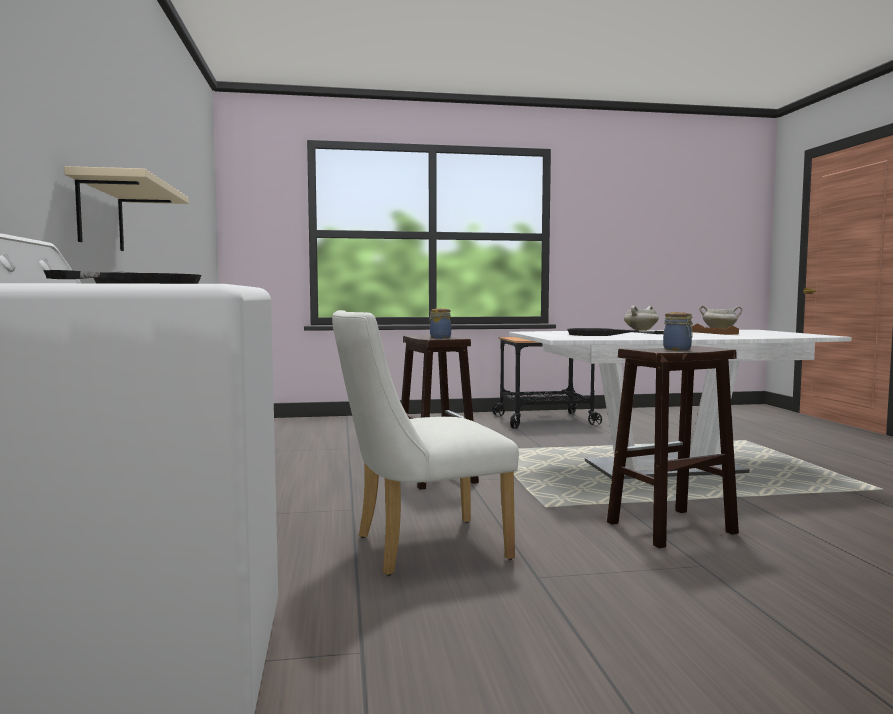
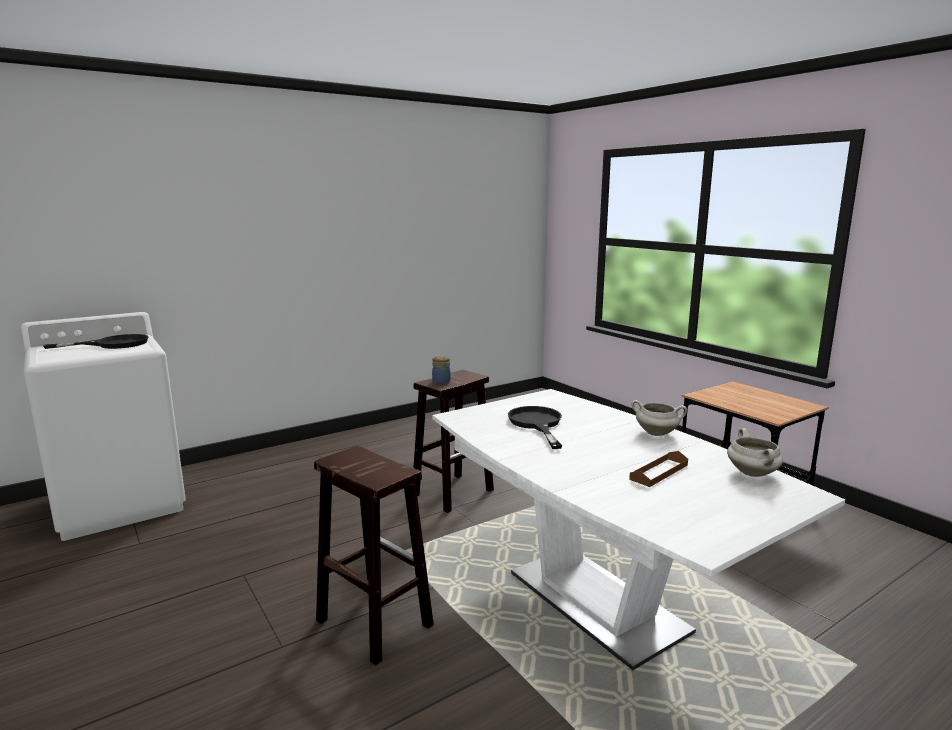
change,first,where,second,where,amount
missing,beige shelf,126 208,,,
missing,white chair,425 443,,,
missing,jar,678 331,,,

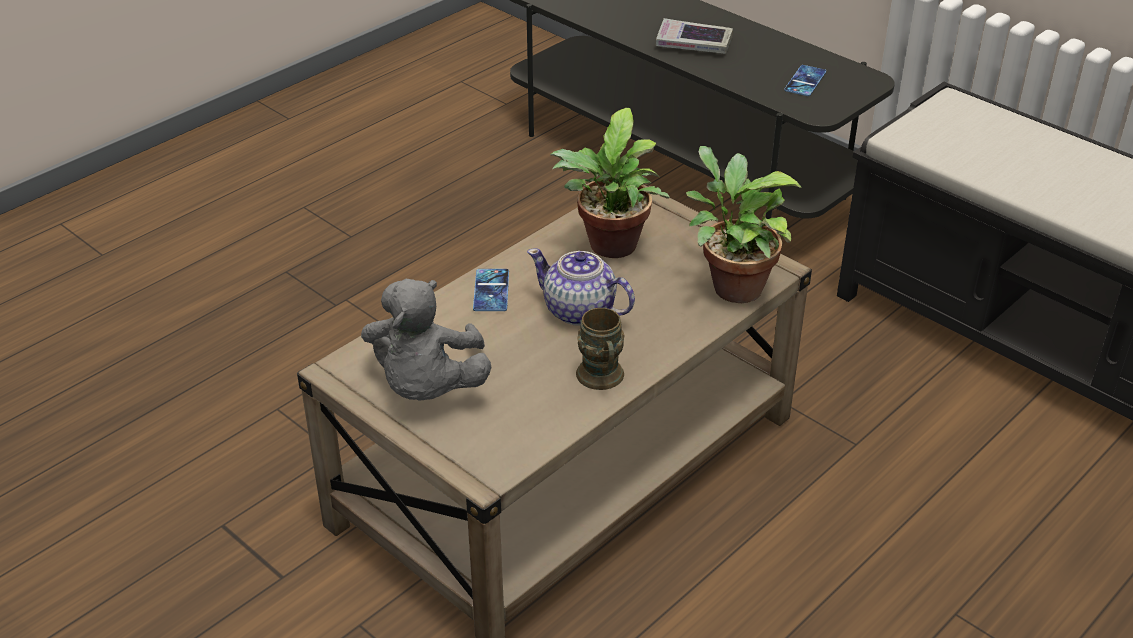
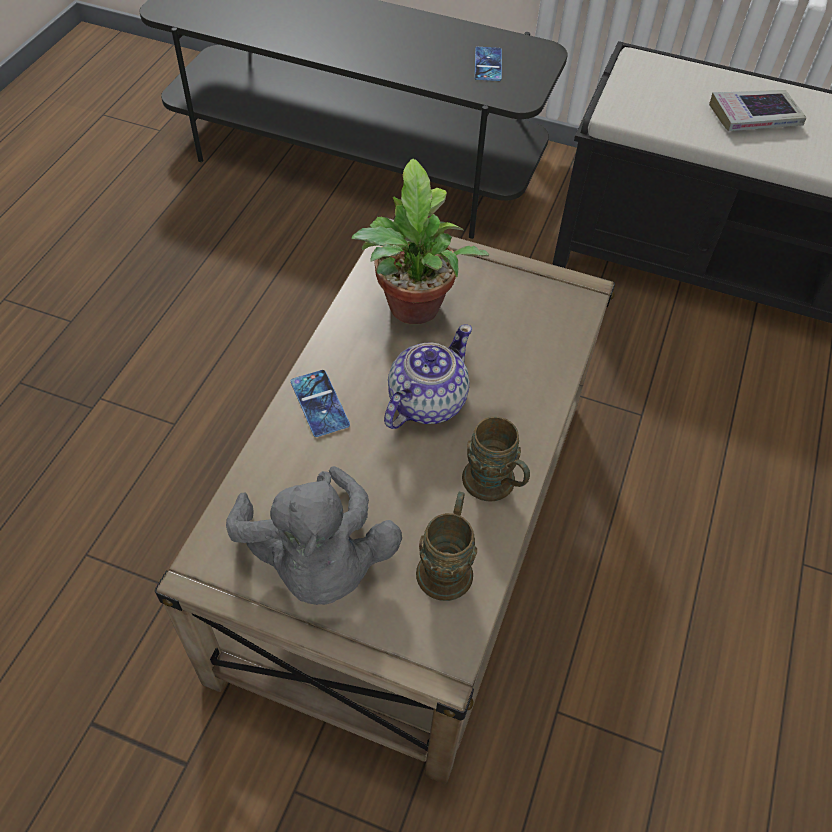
change,first,where,second,where,amount
relocated,book,694 36,,757 110,
missing,potted plant,744 224,,,
spun,teapot,581 287,,428 376,120 degrees clockwise
appeared,,,brown mug,446 546,

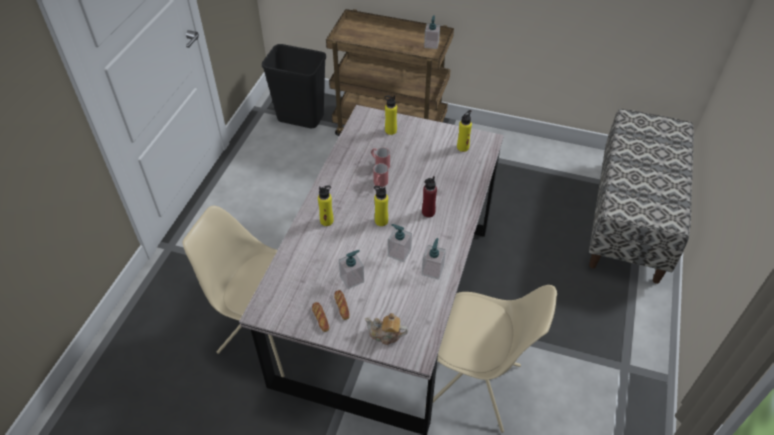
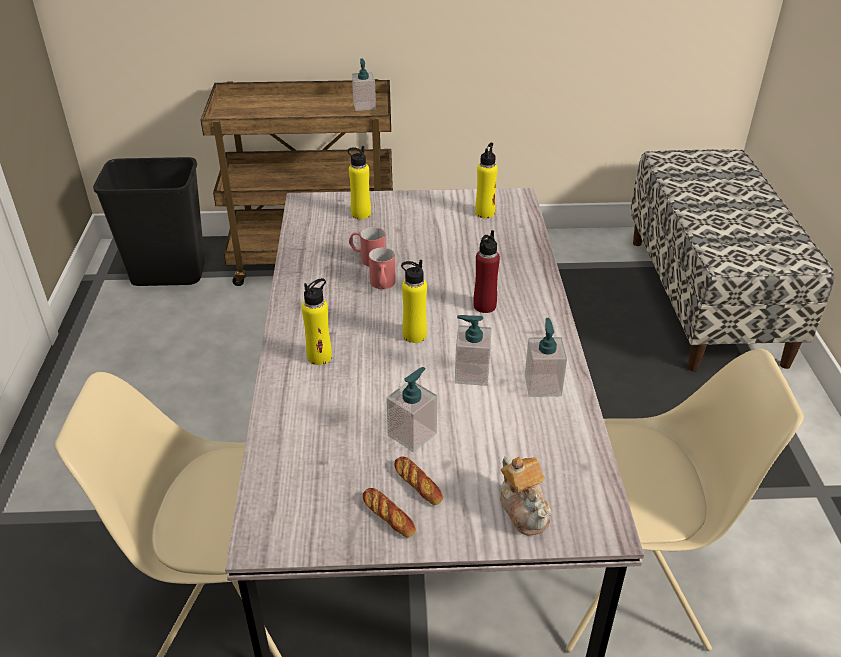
change,first,where,second,where,amount
spun,teapot,386 329,,526 495,105 degrees counterclockwise

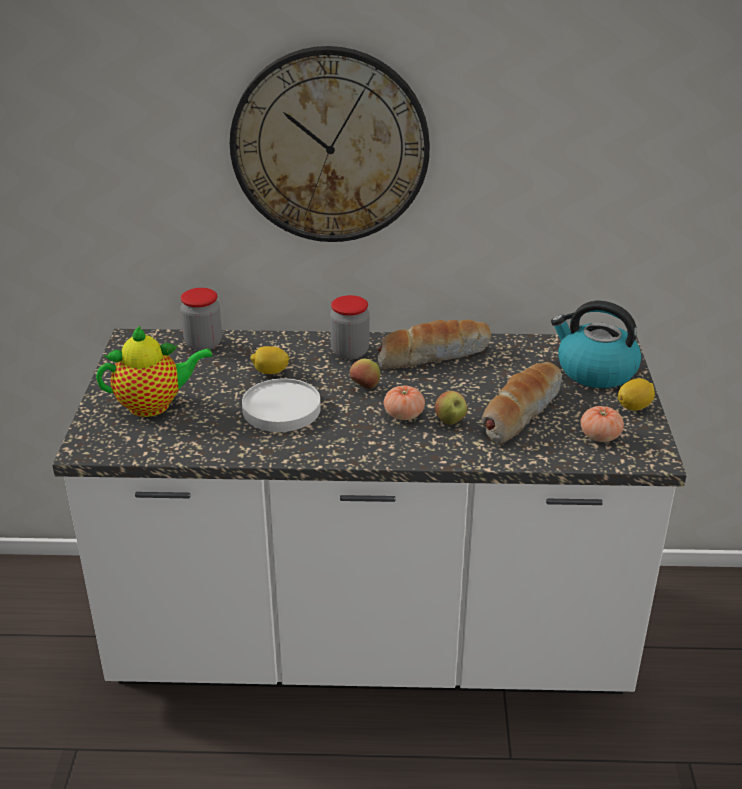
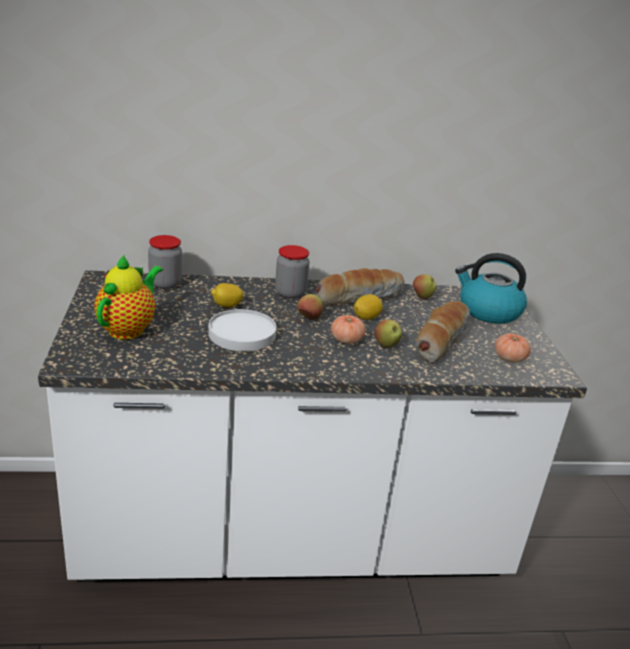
change,first,where,second,where,amount
missing,wall clock,330 144,,,
spun,teapot,154 371,,128 297,45 degrees counterclockwise
relocated,lemon,636 394,,368 307,
appeared,,,apple,424 286,

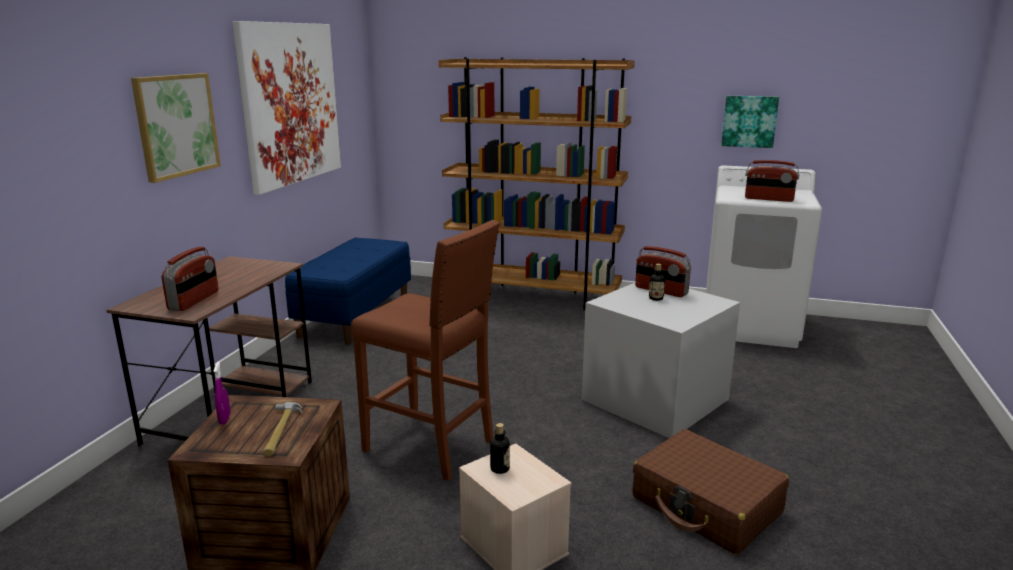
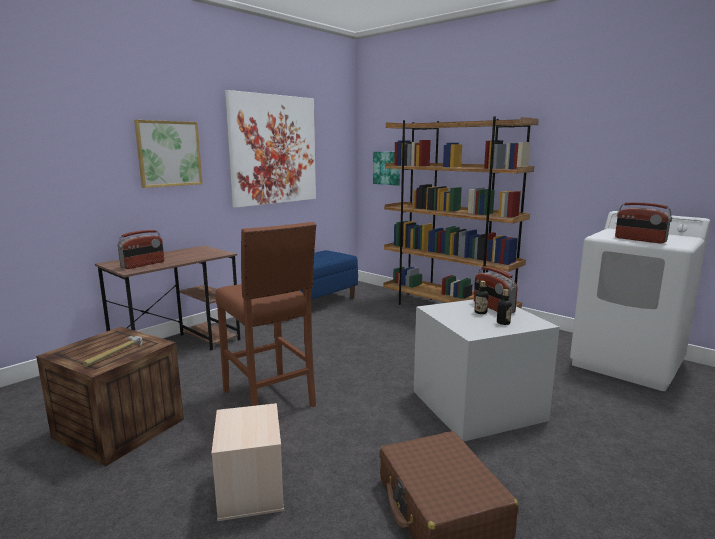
change,first,where,second,where,amount
relocated,picture,750 122,,386 169,
missing,purple spray bottle,221 392,,,
relocated,bottle,500 448,,504 307,

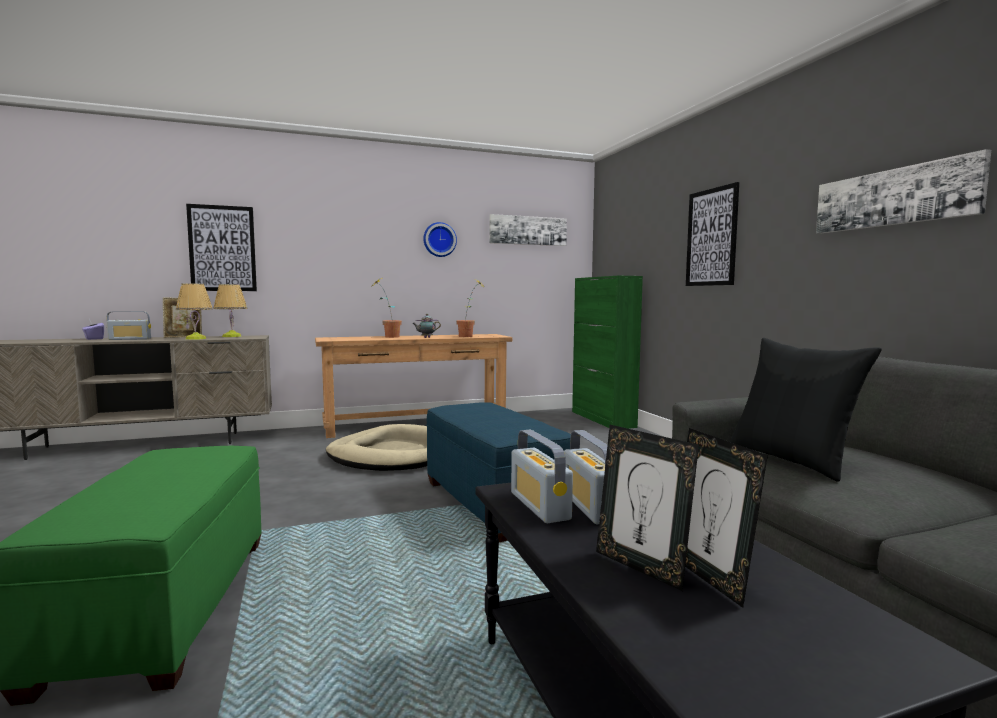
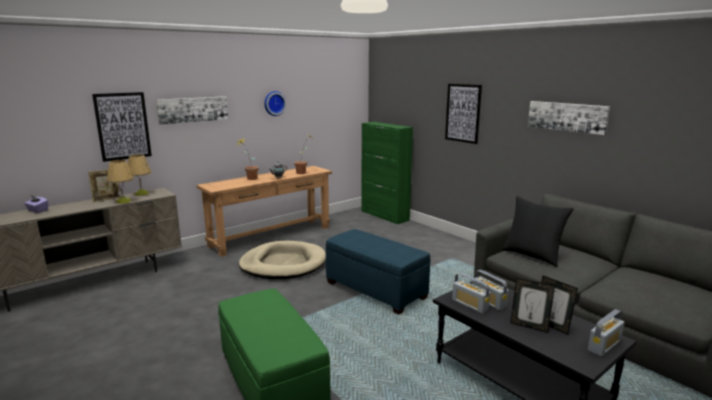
change,first,where,second,where,amount
relocated,picture,528 230,,192 110,
relocated,radio,129 325,,606 333,

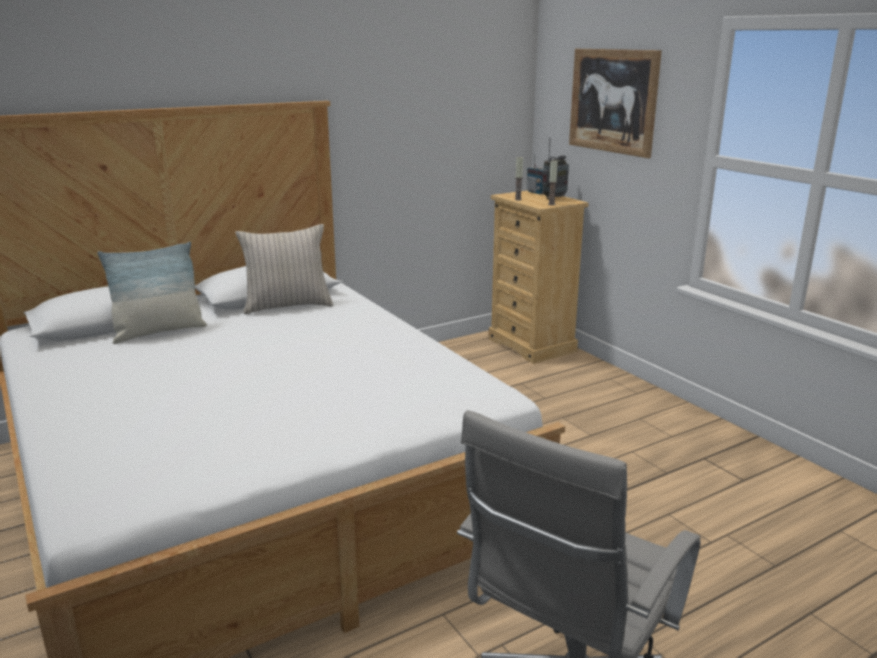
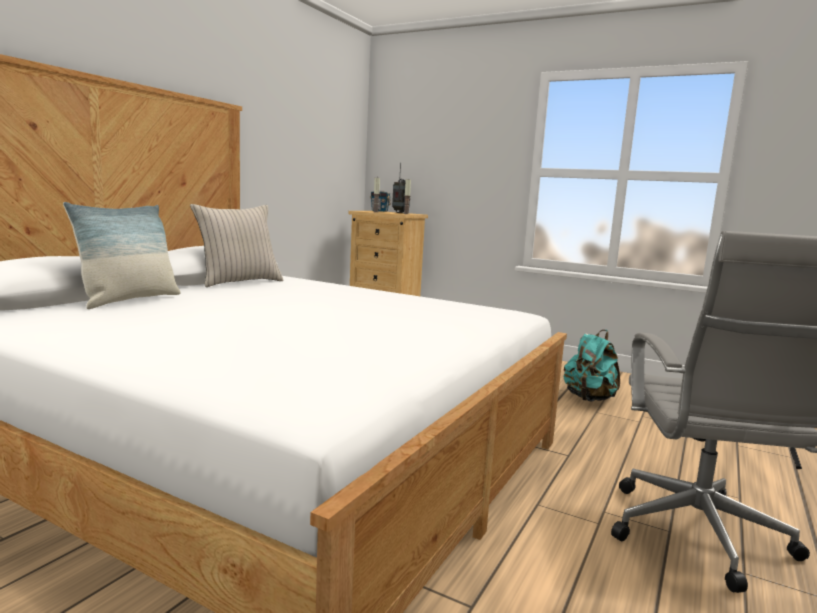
change,first,where,second,where,amount
missing,picture,615 103,,,
appeared,,,turquoise backpack,592 366,

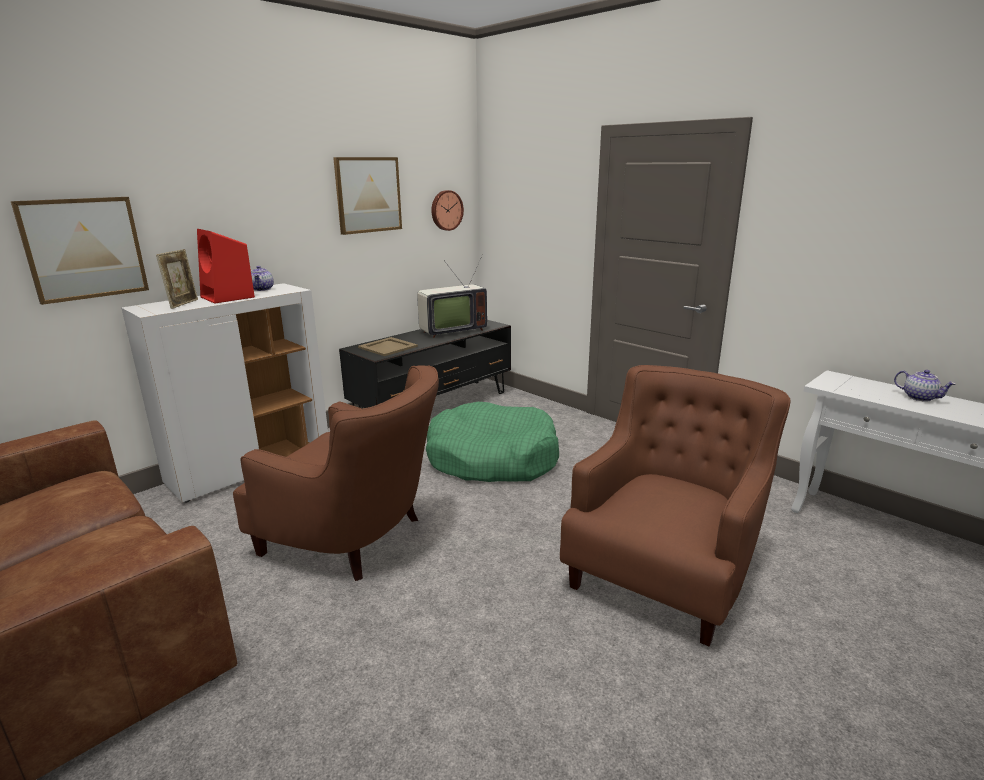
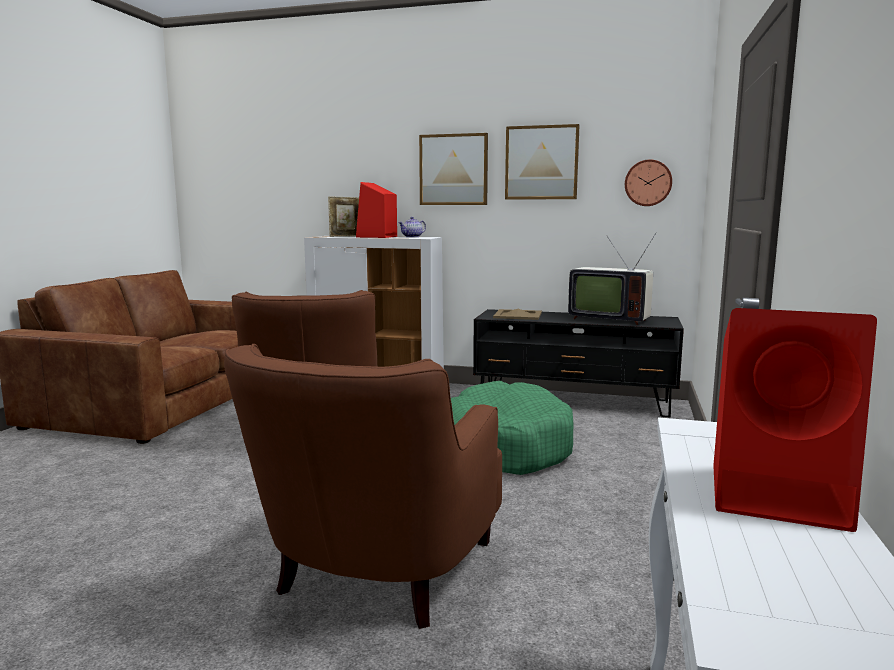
change,first,where,second,where,amount
relocated,picture,80 251,,453 169,
spun,brown armchair,675 505,,363 486,105 degrees clockwise
exchanged,teapot,925 386,red speaker,795 420,

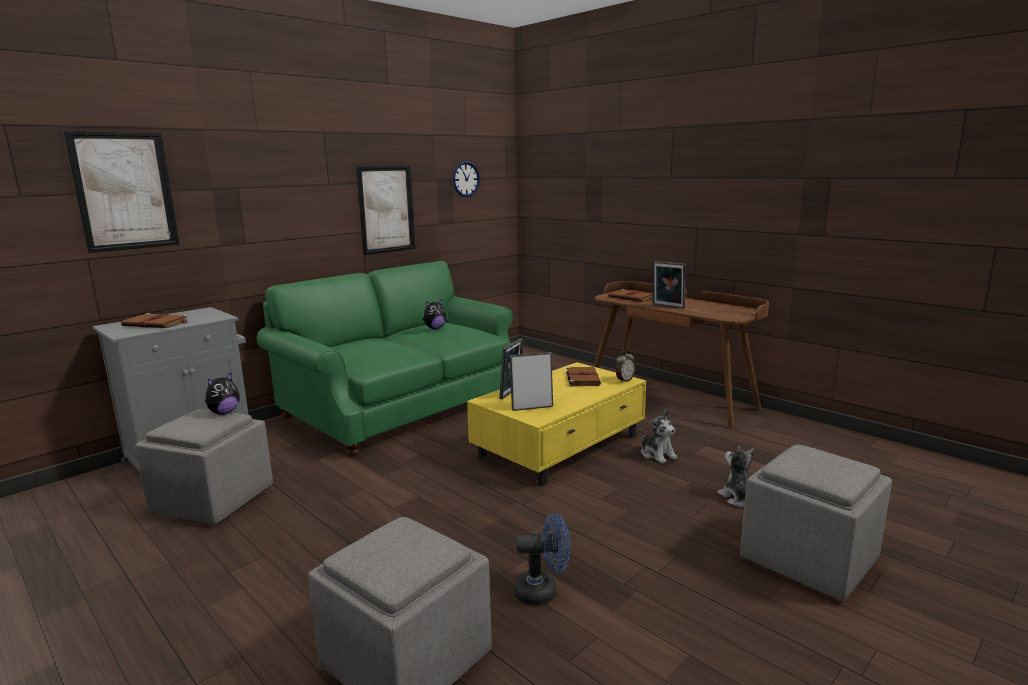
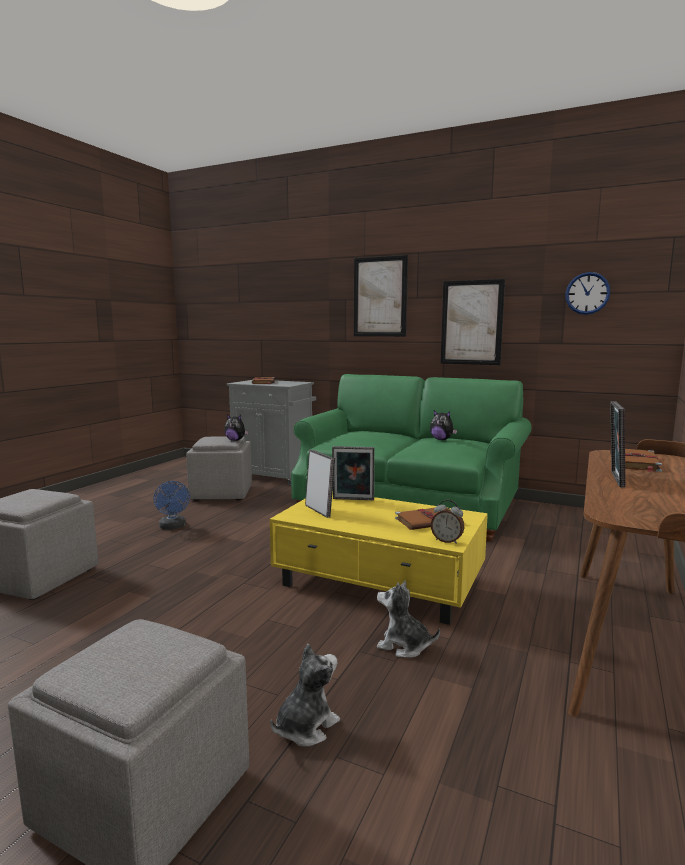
change,first,where,second,where,amount
relocated,picture,121 192,,381 295,
spun,plush toy,659 437,,408 619,75 degrees clockwise
relocated,blue fan,542 559,,172 505,

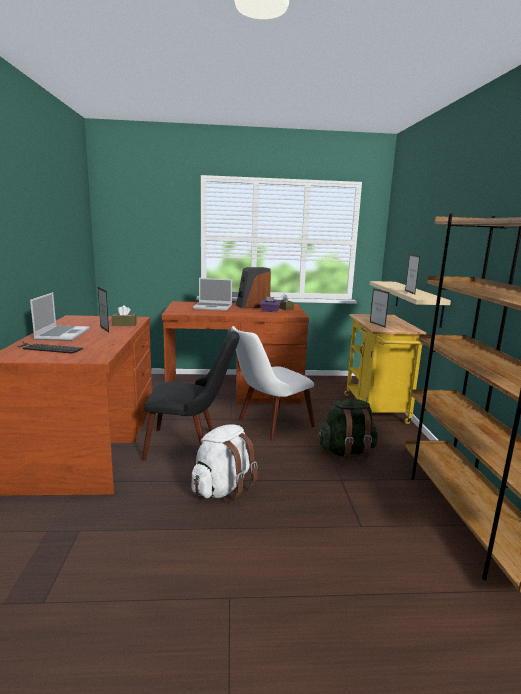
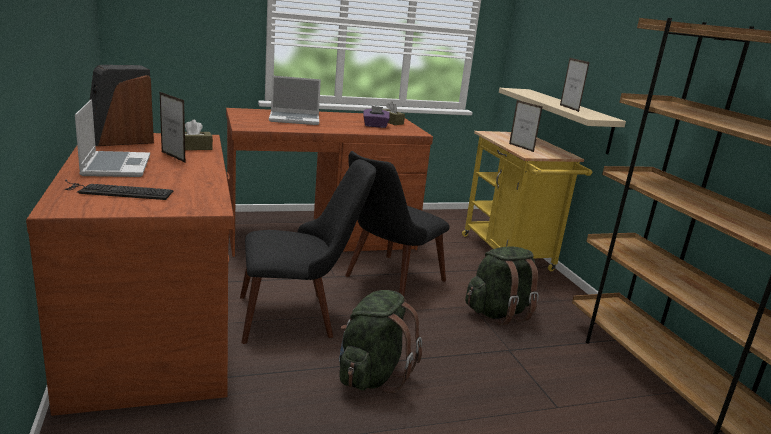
change,first,where,second,where,amount
relocated,speaker,253 287,,122 105,
colour,white chair,273 383,black chair,397 223,
colour,white backpack,224 464,green backpack,380 341,

